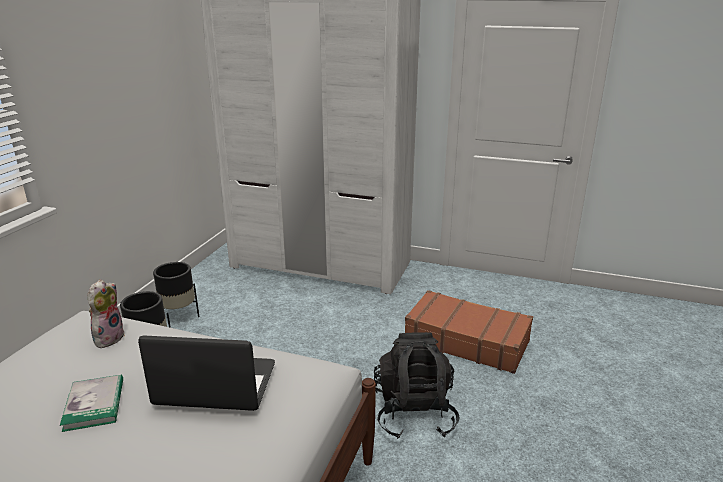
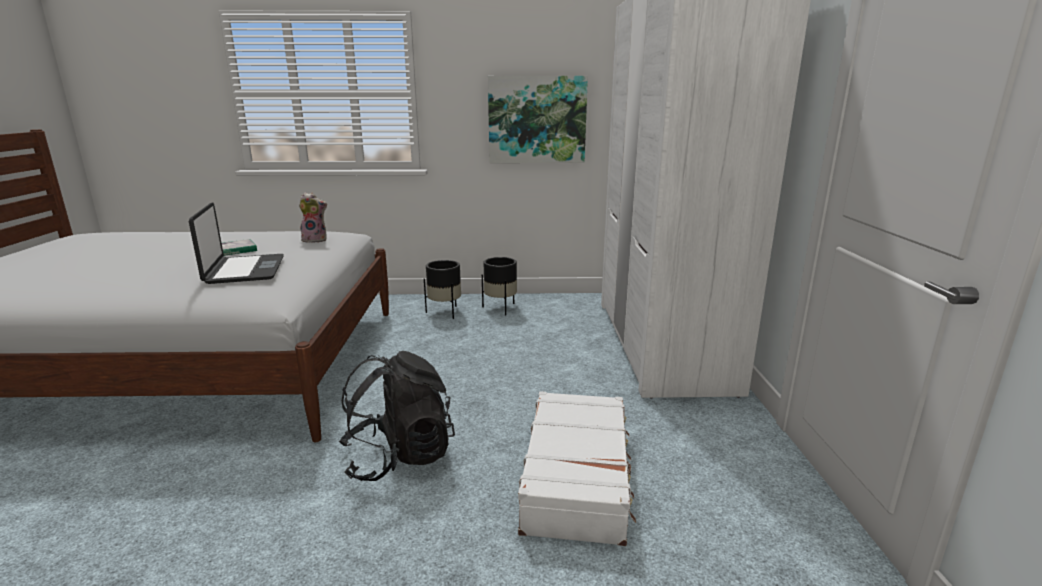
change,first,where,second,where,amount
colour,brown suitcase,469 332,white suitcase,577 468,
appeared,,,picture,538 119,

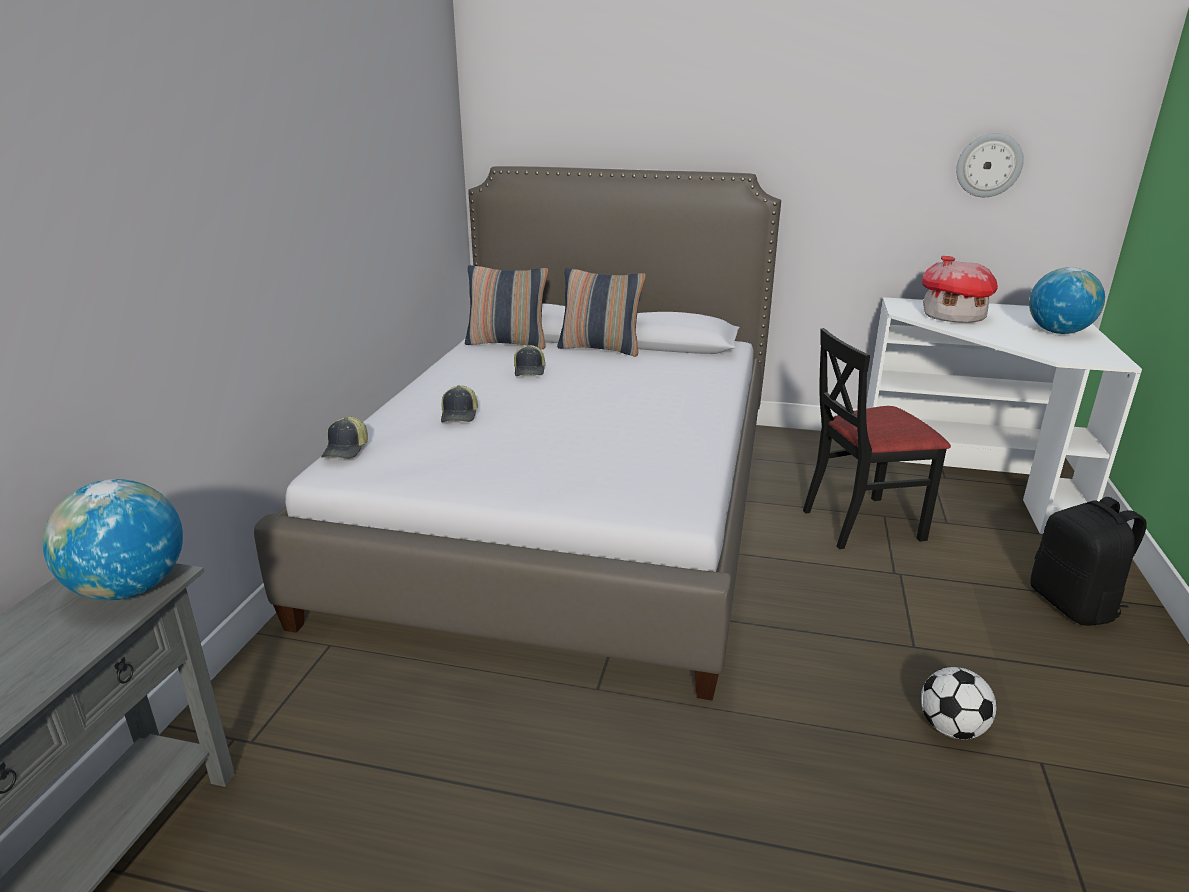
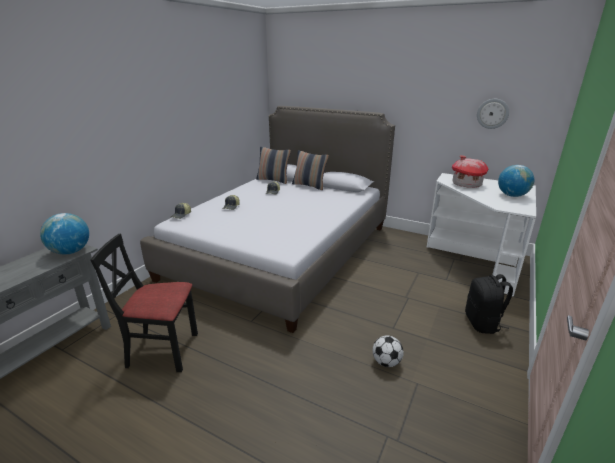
change,first,where,second,where,amount
relocated,black chair,877 438,,144 303,

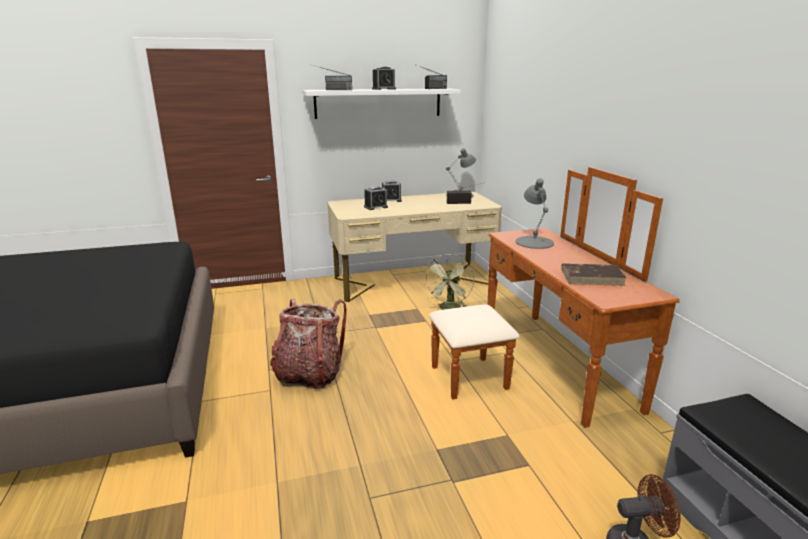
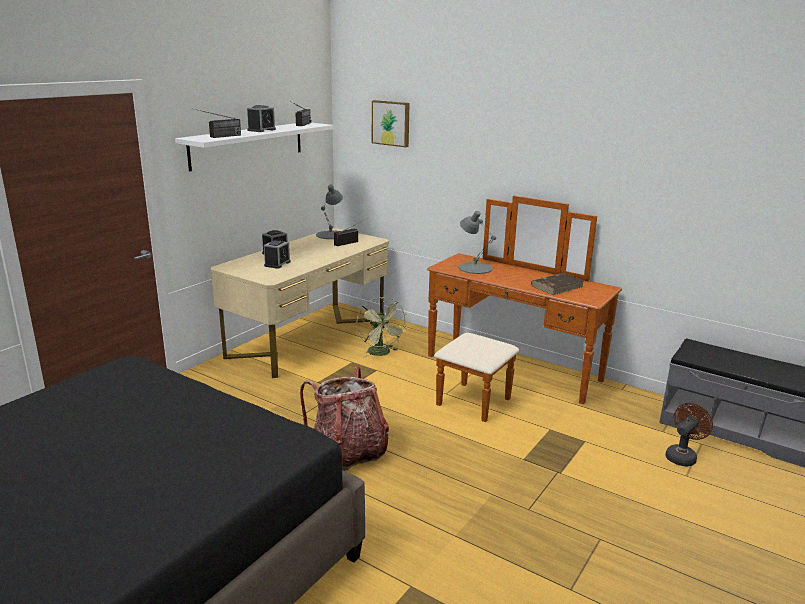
change,first,where,second,where,amount
appeared,,,picture,391 123,

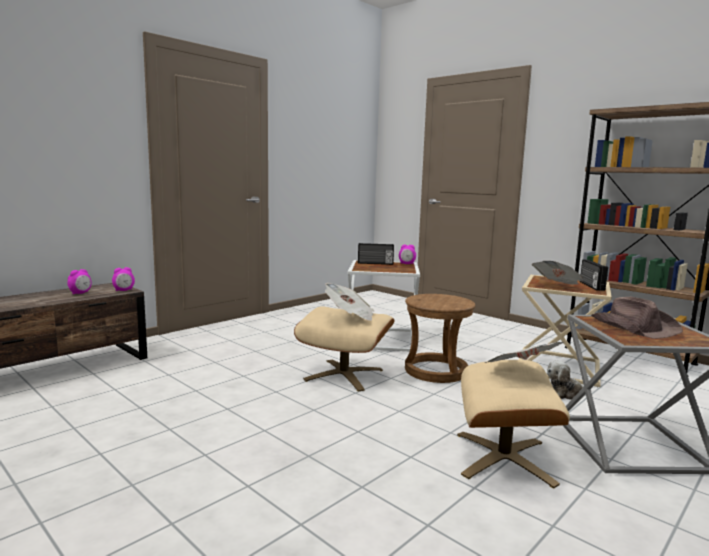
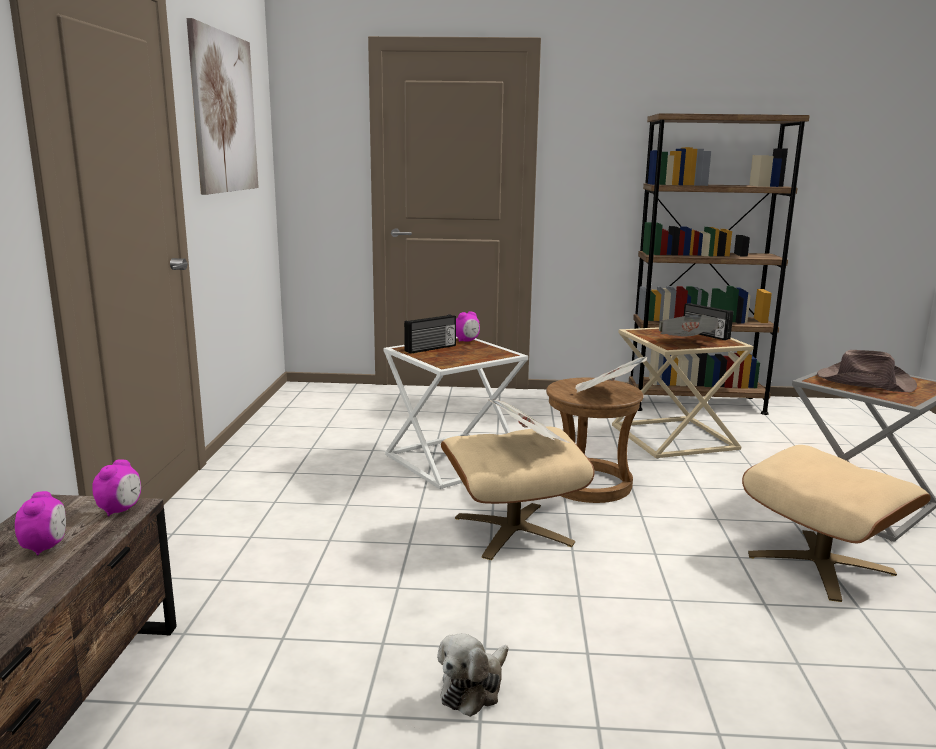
change,first,where,second,where,amount
relocated,newspaper,524 352,,611 375,
relocated,plush toy,565 380,,472 675,
appeared,,,picture,223 106,

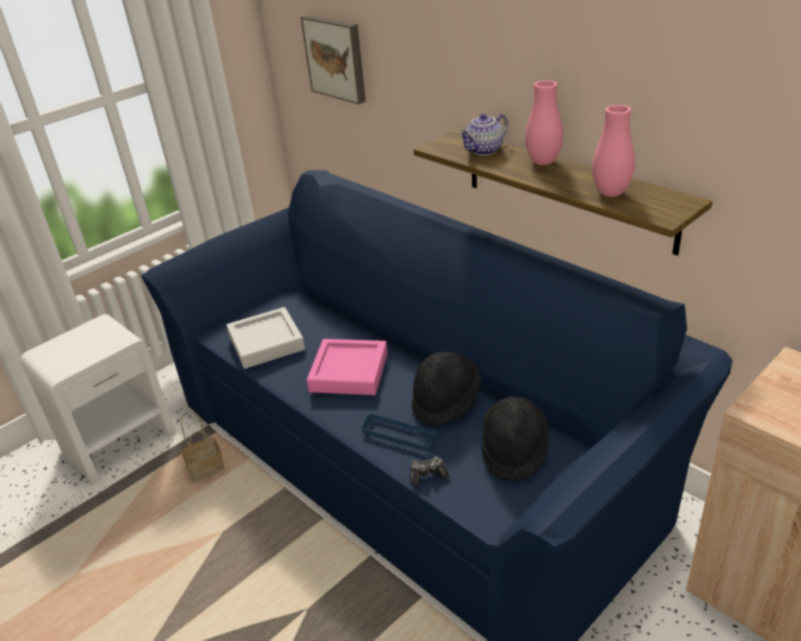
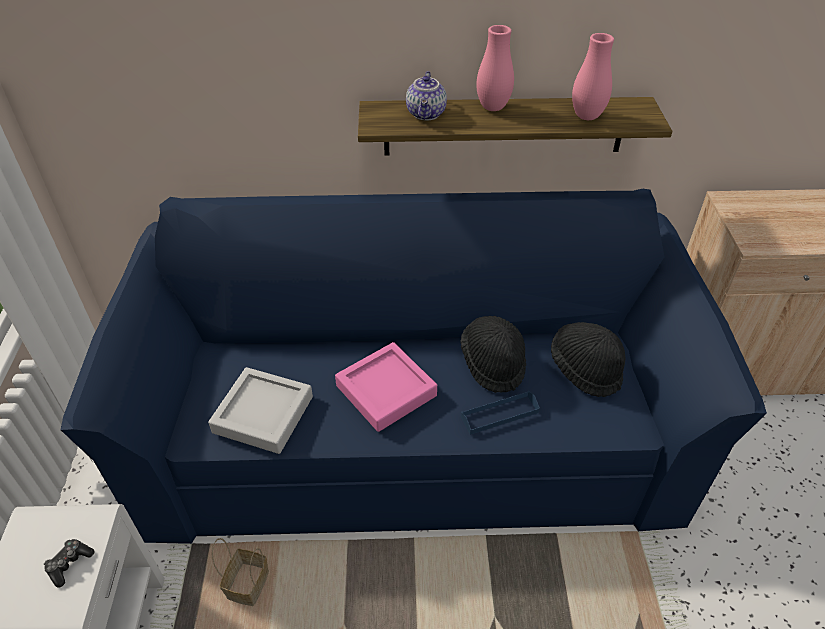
change,first,where,second,where,amount
missing,picture,333 59,,,
relocated,game controller,429 471,,69 563,

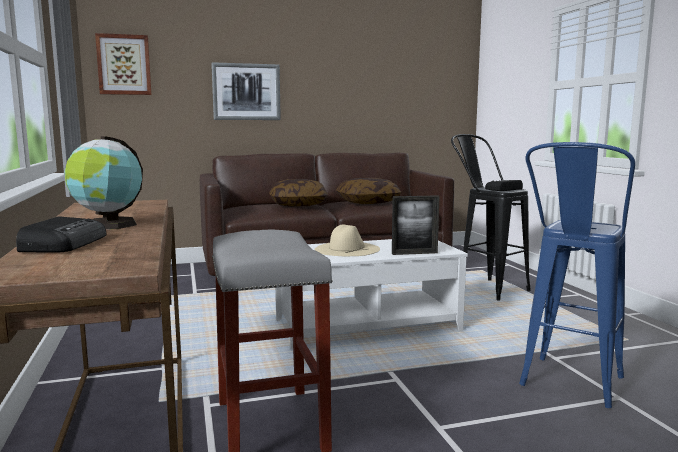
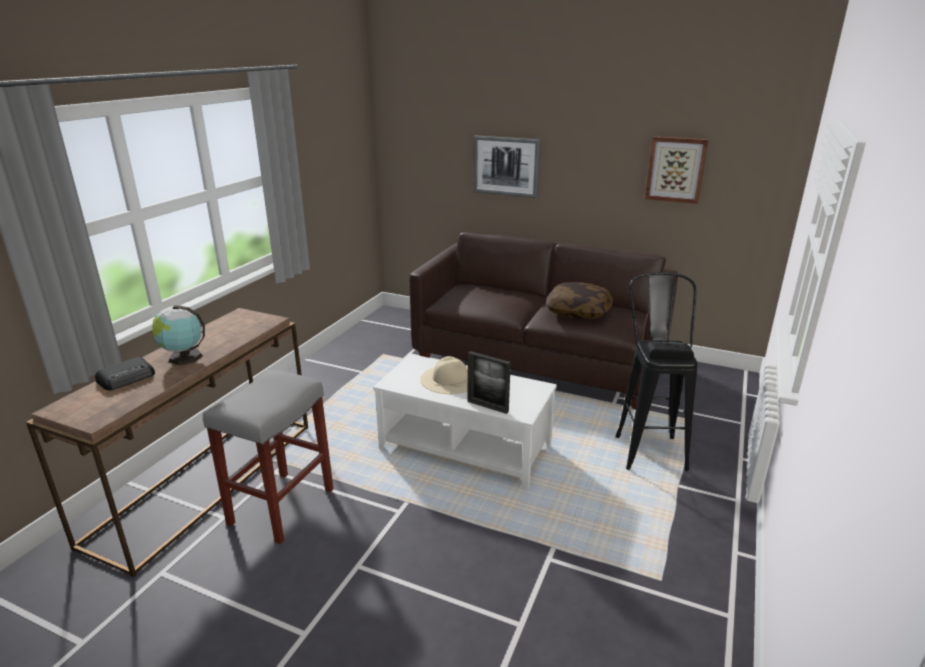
change,first,where,second,where,amount
relocated,picture,123 64,,677 170,
missing,blue stool,577 275,,,
missing,pillow,298 193,,,

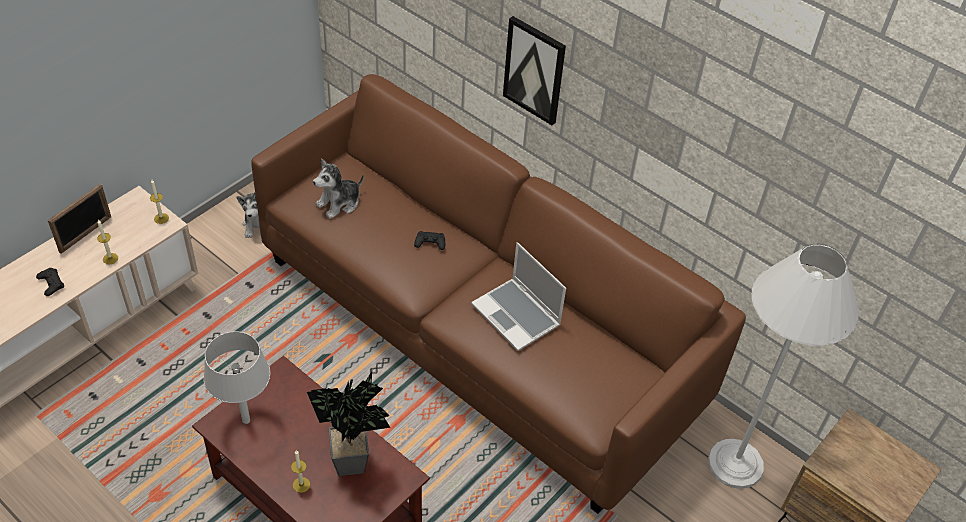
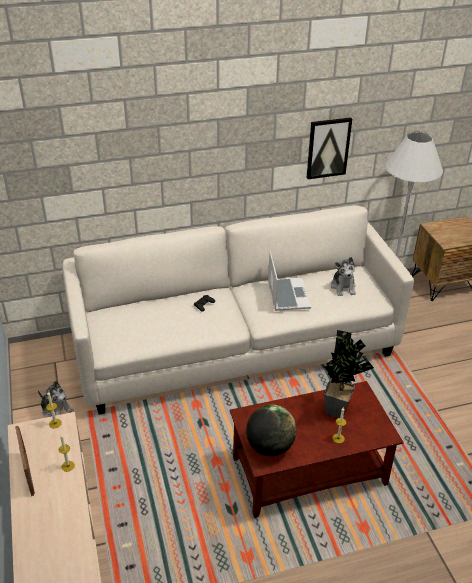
change,first,where,second,where,amount
relocated,picture,534 70,,329 148,
colour,brown sofa,498 294,white sofa,238 310,
relocated,plush toy,338 189,,343 276,
spun,laptop,518 296,,289 281,90 degrees counterclockwise
missing,black game controller,50 282,,,
exchanged,grey table lamp,237 377,globe,271 430,

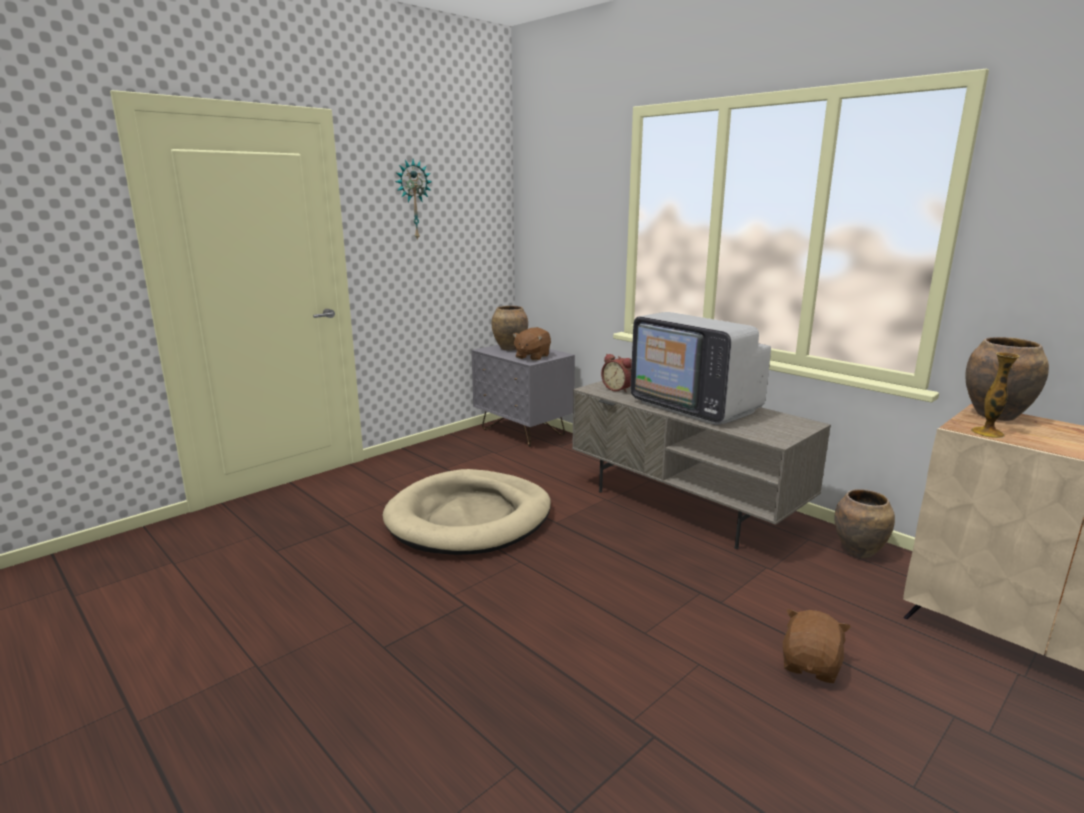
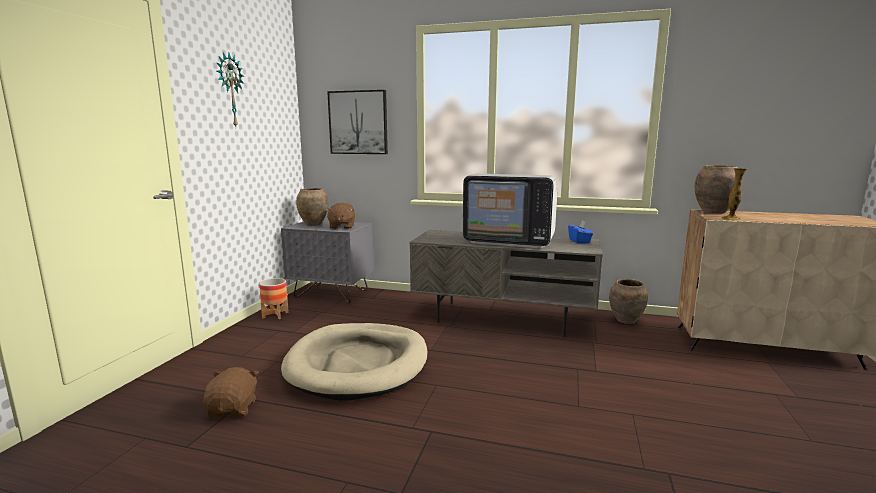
change,first,where,second,where,amount
missing,alarm clock,616 373,,,
relocated,brown plush toy,817 646,,231 392,
appeared,,,picture,357 122,
appeared,,,blue tissue box,580 231,
appeared,,,planter,274 298,

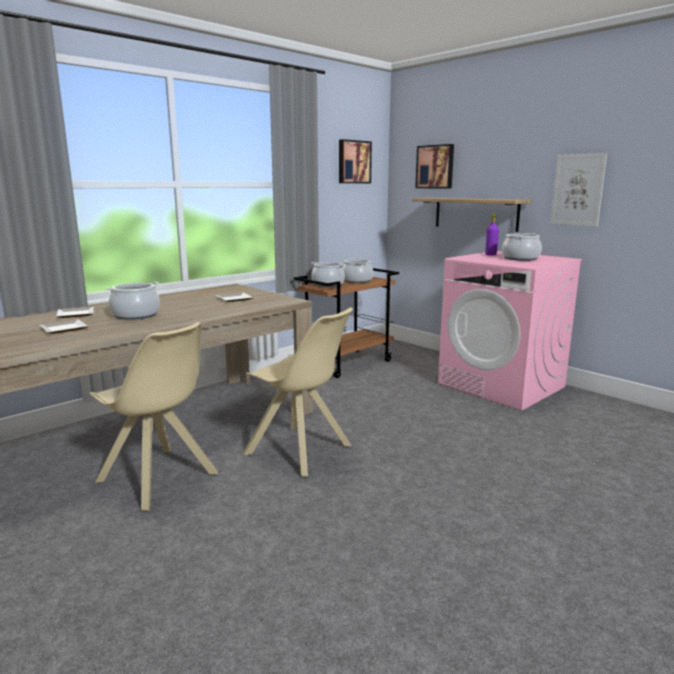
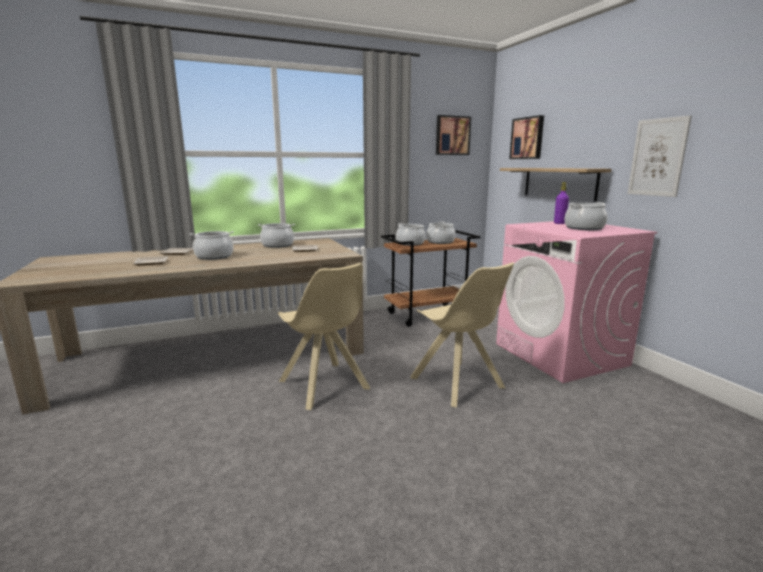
change,first,where,second,where,amount
relocated,beige chair,153 416,,462 335,
appeared,,,cooking pot,276 235,

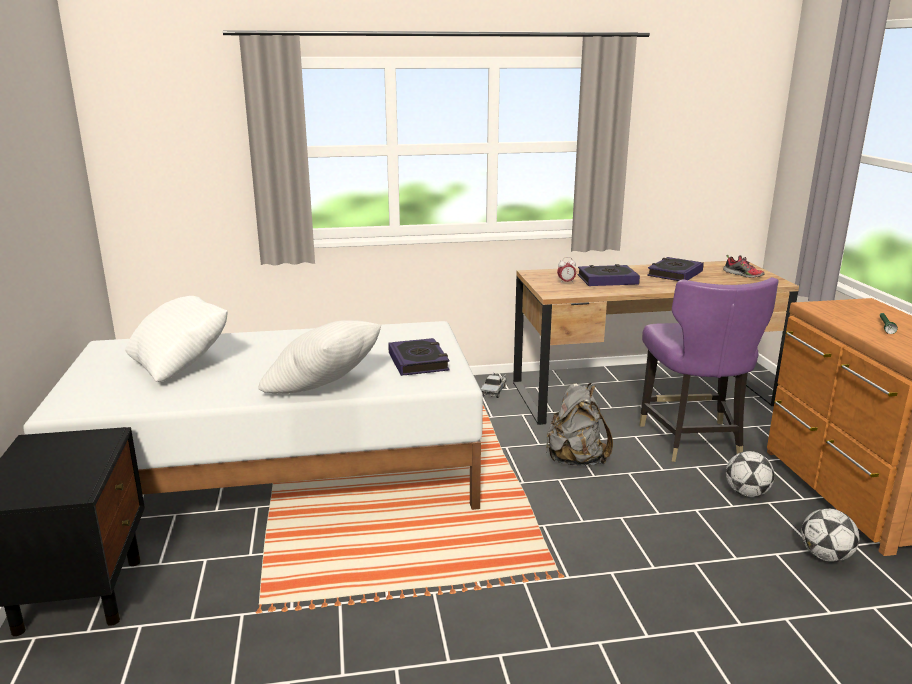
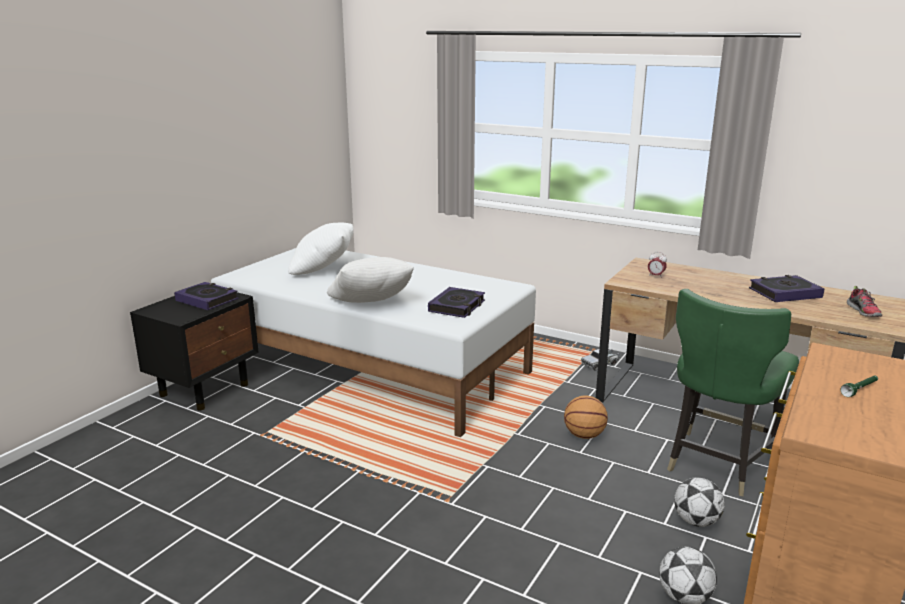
change,first,where,second,where,amount
relocated,book,609 275,,206 296,
colour,purple chair,709 369,green chair,733 392,
exchanged,grey backpack,579 424,basketball,586 417,

